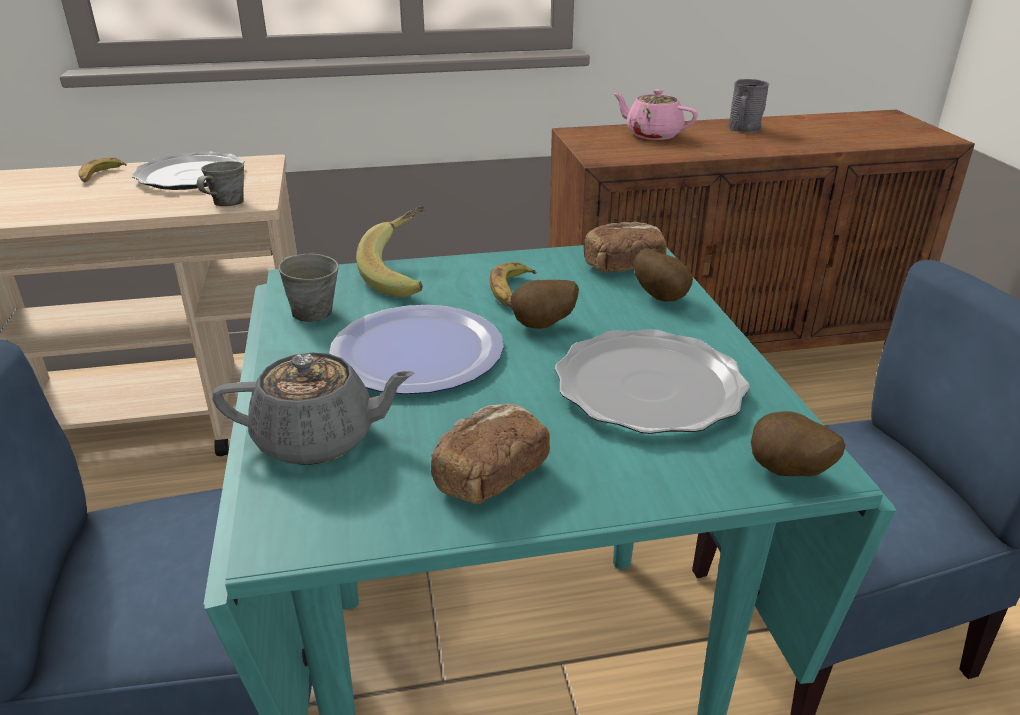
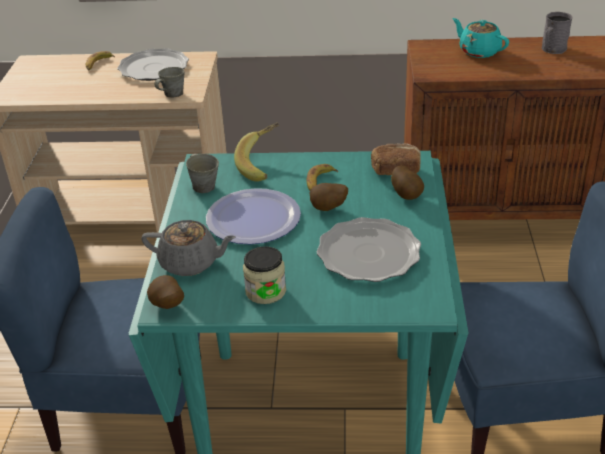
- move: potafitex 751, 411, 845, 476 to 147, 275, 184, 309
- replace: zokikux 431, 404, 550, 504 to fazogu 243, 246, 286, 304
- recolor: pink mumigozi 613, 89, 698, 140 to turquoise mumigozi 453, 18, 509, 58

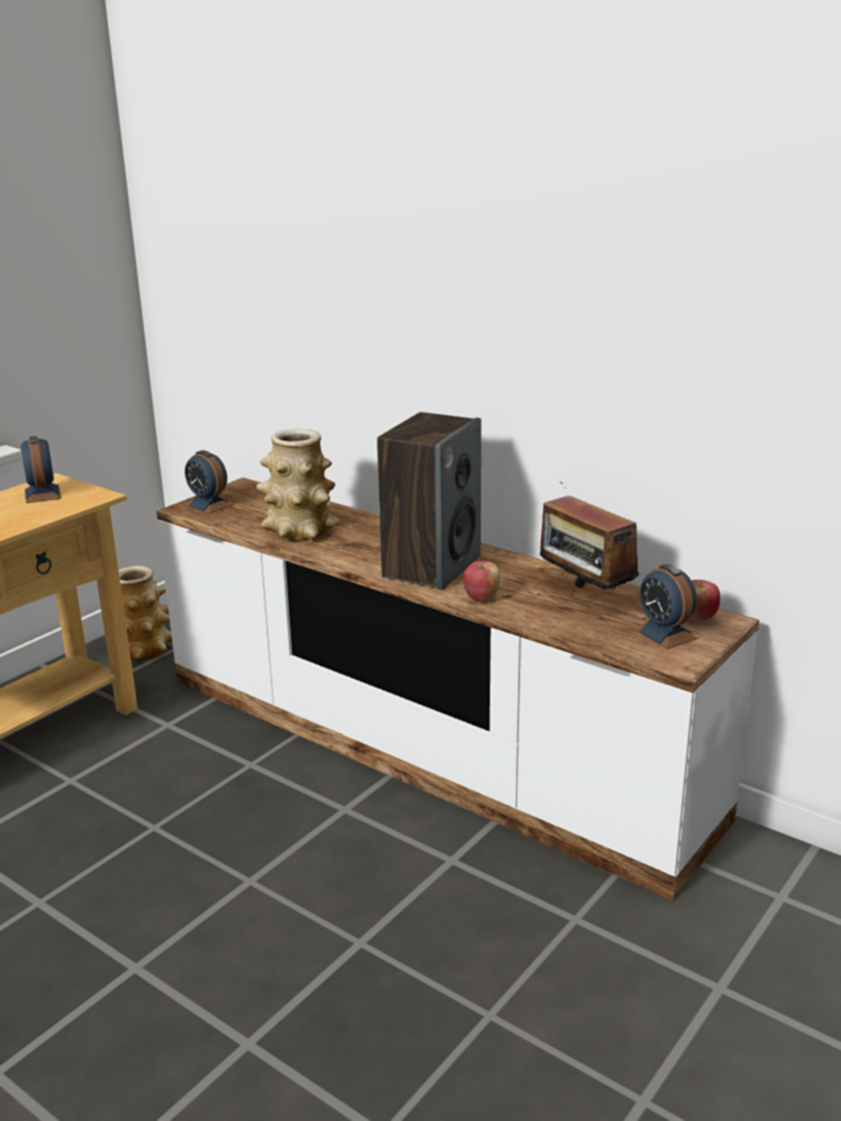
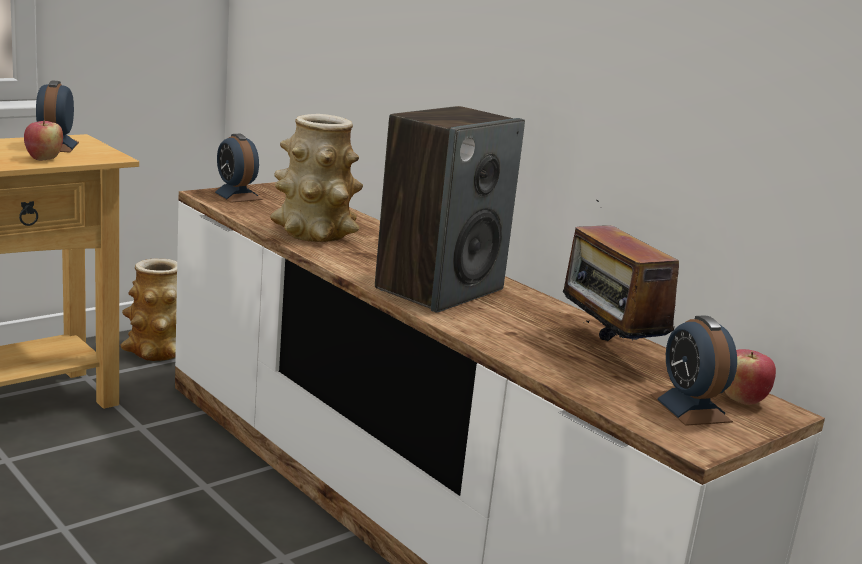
- move: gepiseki 463, 561, 500, 603 to 24, 121, 63, 161

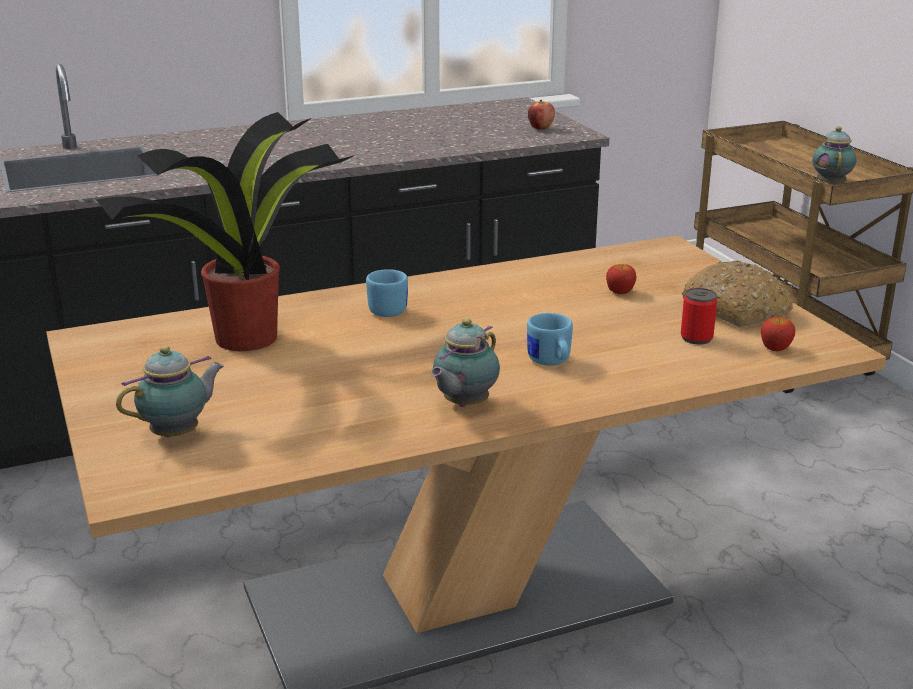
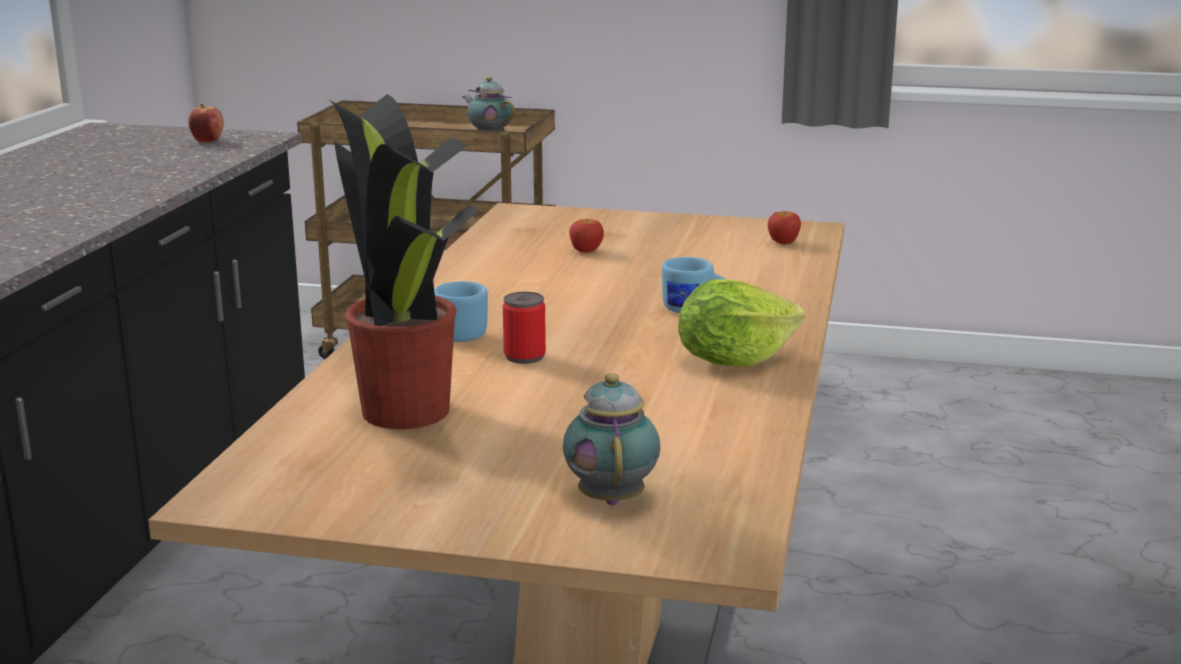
- move: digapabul 681, 288, 717, 344 to 503, 292, 546, 364
- replace: mumigozi 431, 318, 500, 407 to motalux 678, 279, 804, 367
- delete: zokikux 681, 260, 793, 327

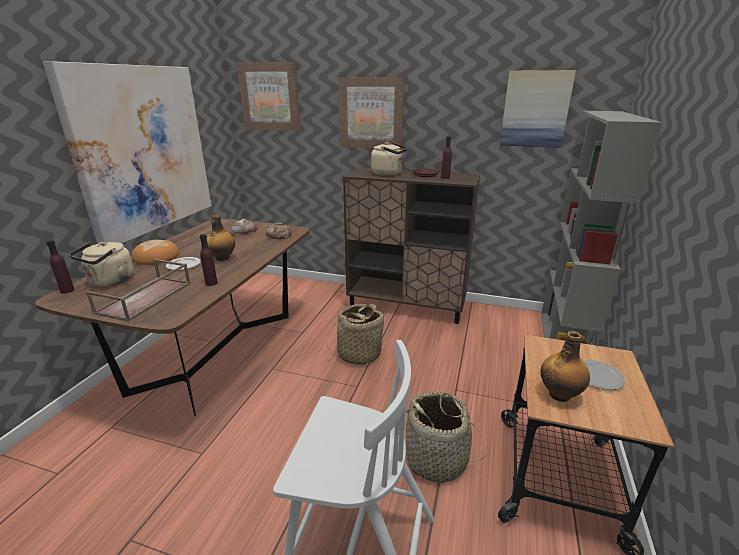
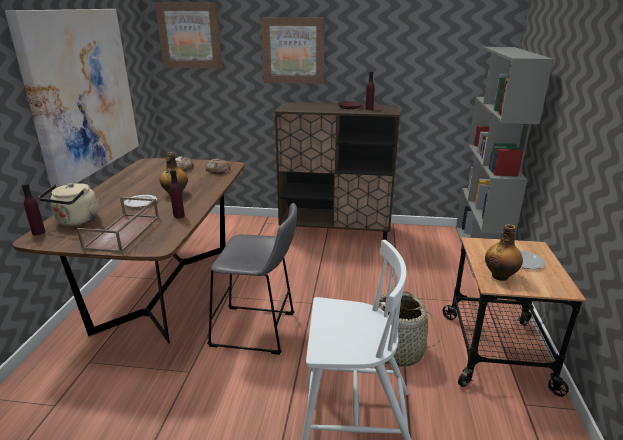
- insert: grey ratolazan 207, 203, 297, 355
- delete: zokikux 132, 240, 179, 265
- delete: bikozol 327, 304, 385, 365
- delete: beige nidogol 371, 142, 408, 176
- delete: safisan 500, 70, 576, 148

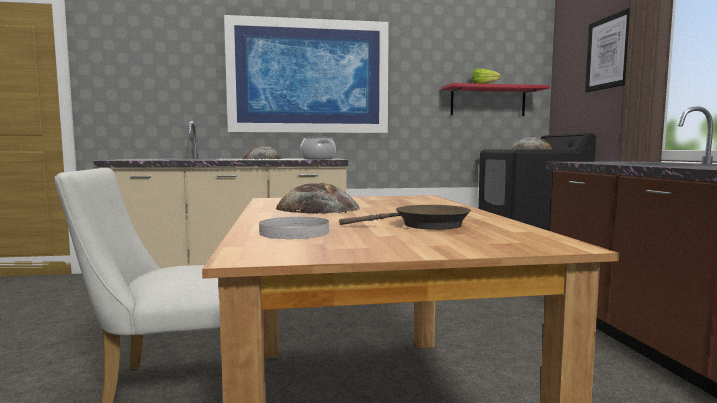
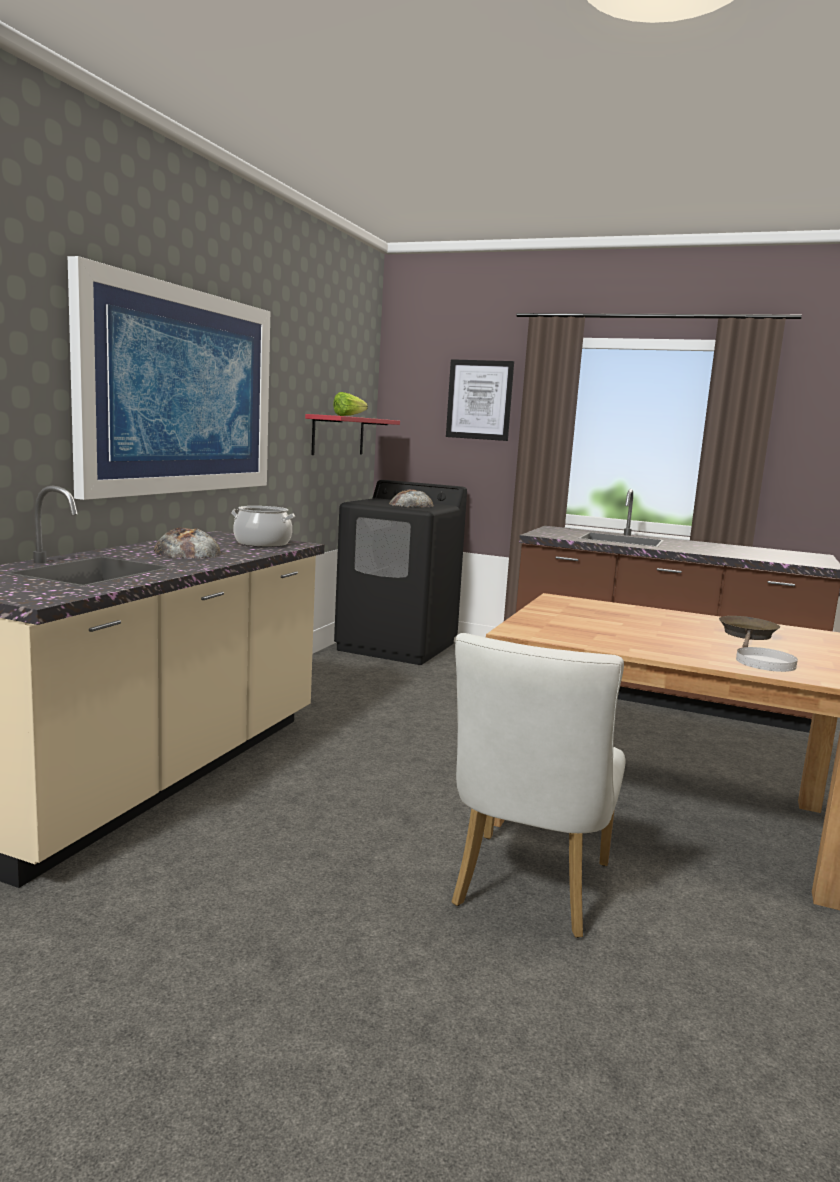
- delete: zokikux 276, 183, 360, 214

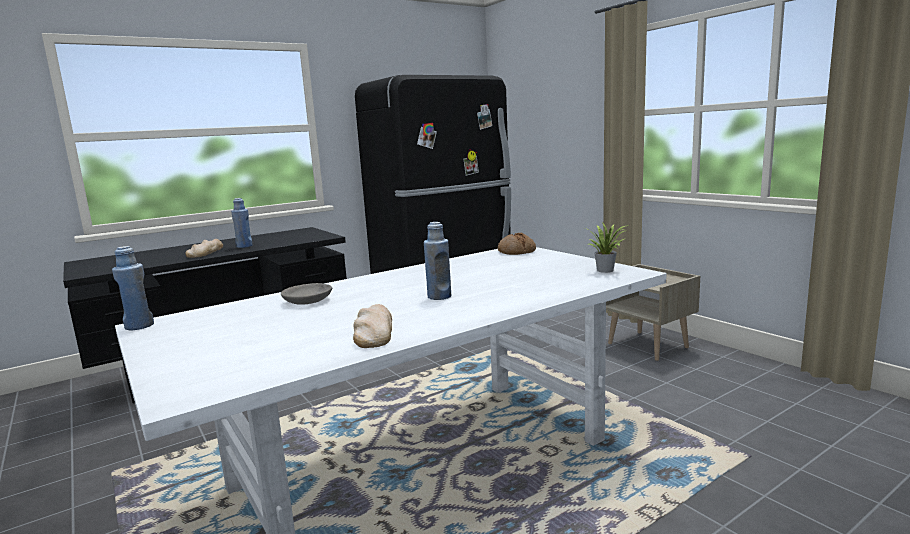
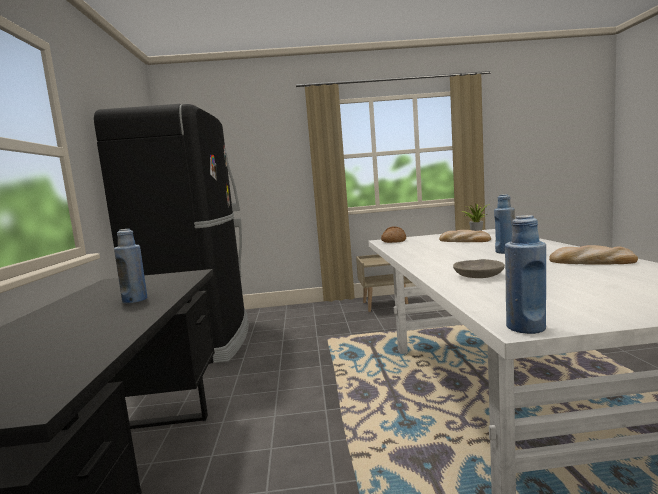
- move: zokikux 186, 239, 223, 258 to 439, 230, 491, 242

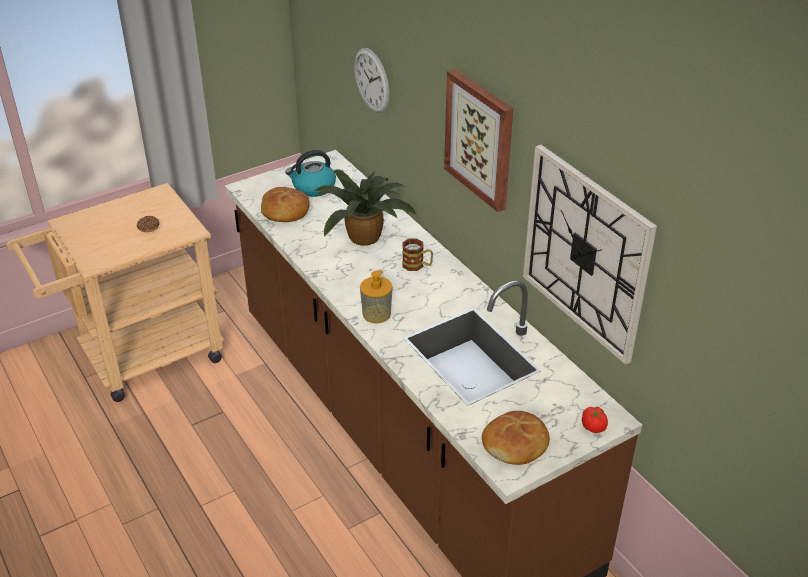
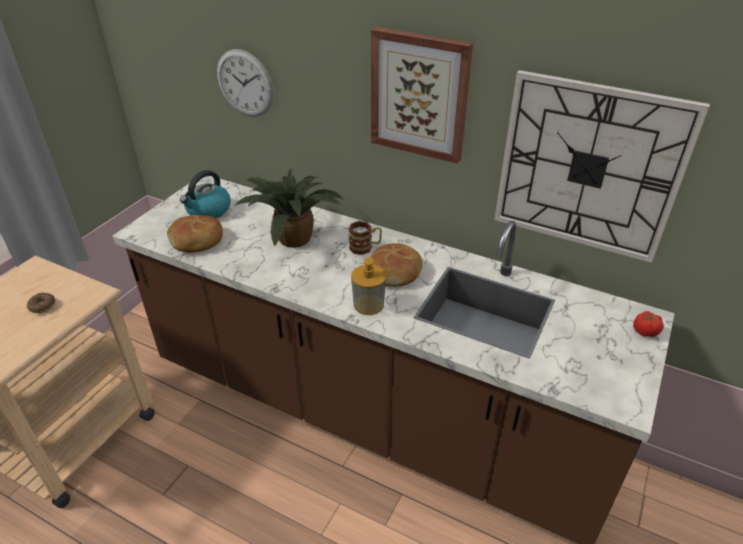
- move: zokikux 482, 411, 550, 465 to 371, 243, 423, 287

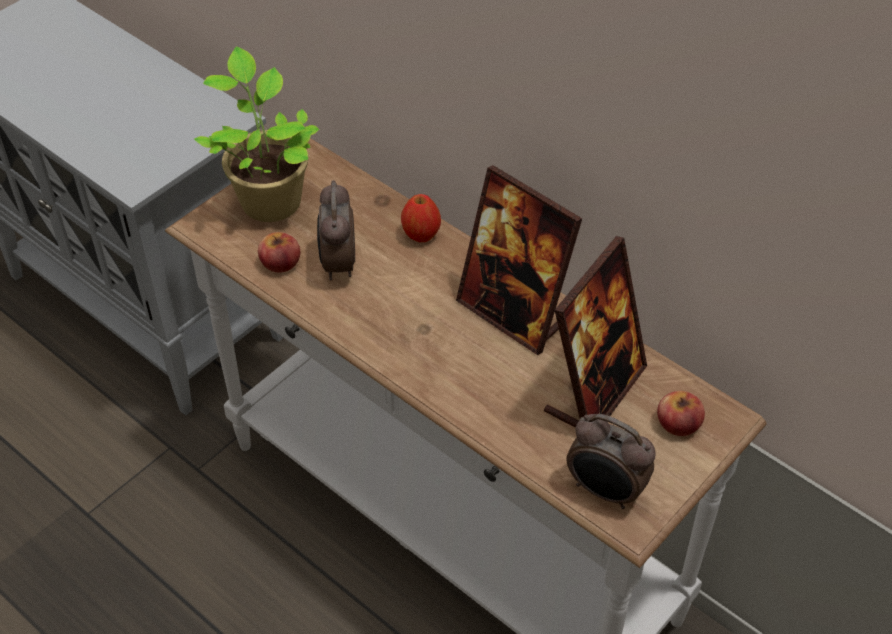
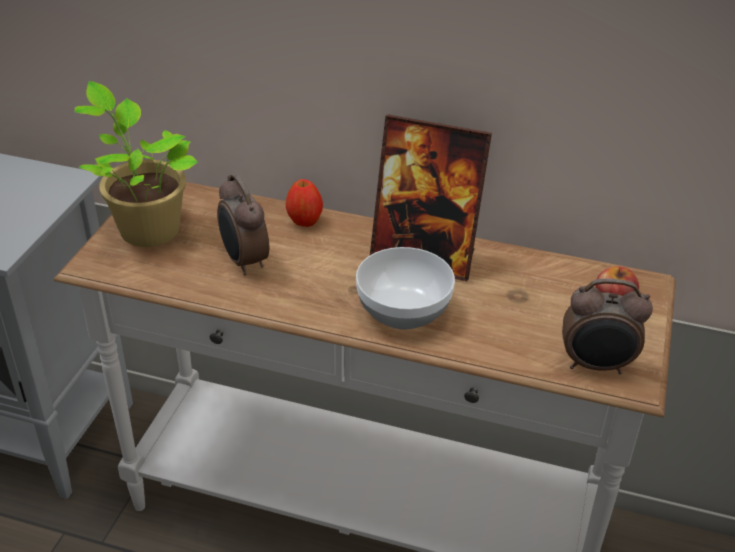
- insert: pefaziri 356, 247, 455, 330
- delete: gepiseki 258, 232, 300, 273
- delete: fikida 544, 236, 647, 428

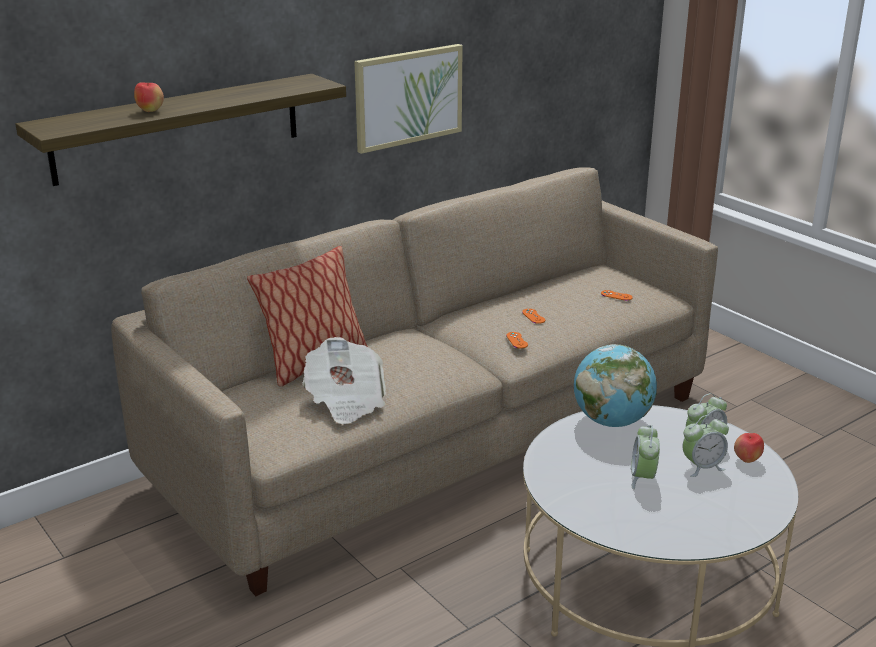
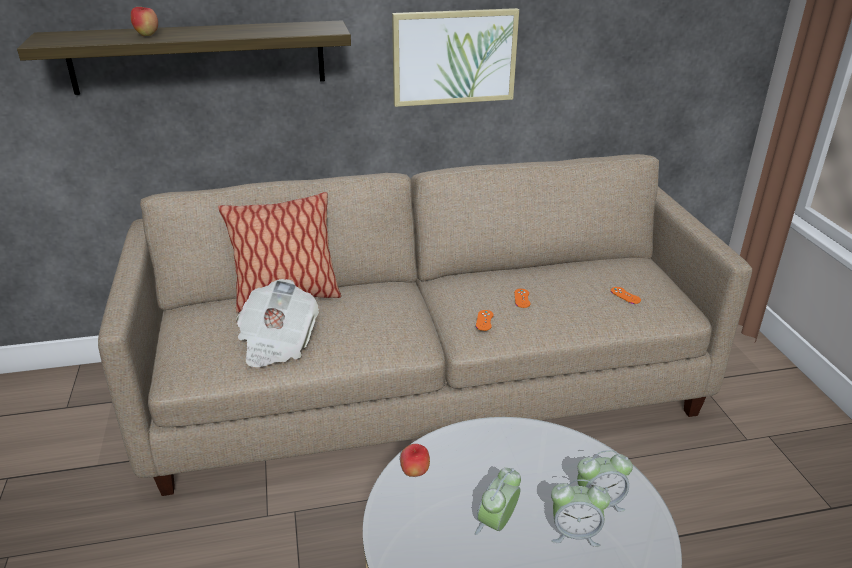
- move: gepiseki 734, 433, 764, 463 to 400, 444, 430, 477
- delete: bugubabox 574, 344, 657, 427

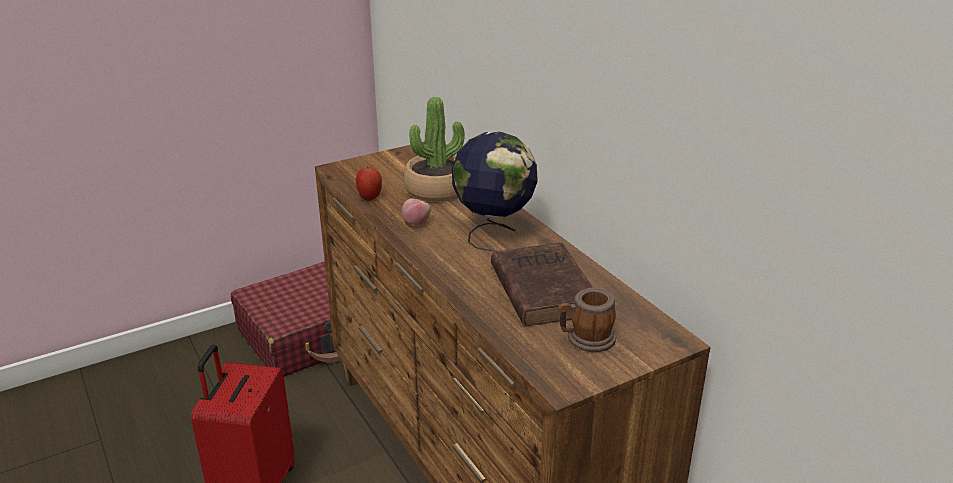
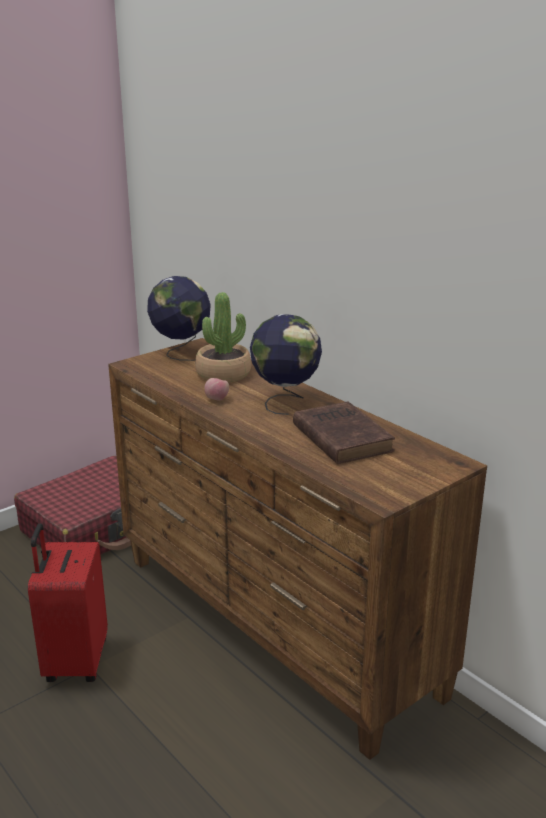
- insert: bugubabox 147, 276, 211, 361
- delete: gepiseki 356, 166, 382, 201
- delete: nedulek 558, 288, 616, 352

